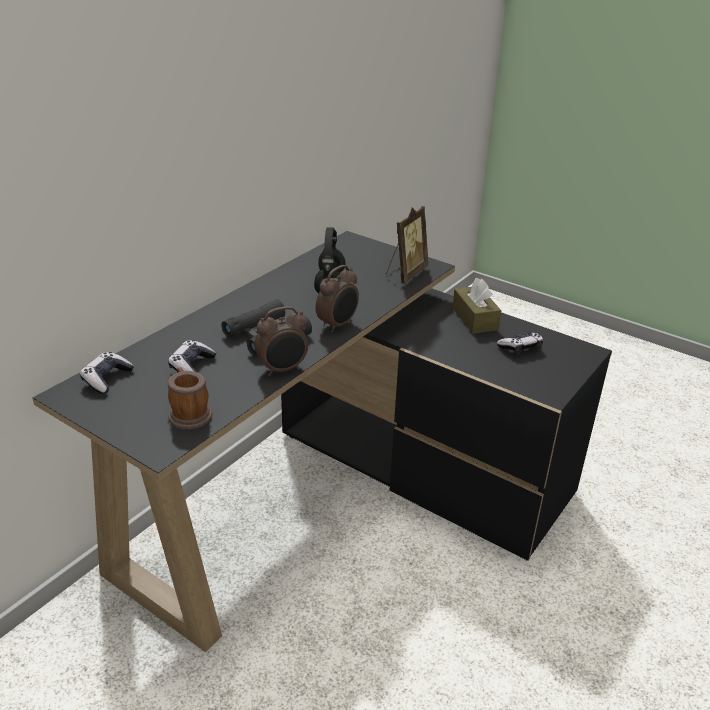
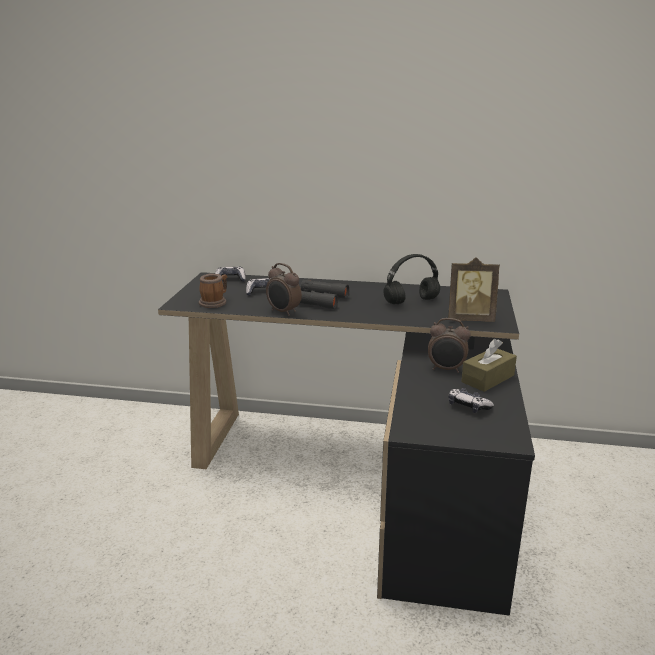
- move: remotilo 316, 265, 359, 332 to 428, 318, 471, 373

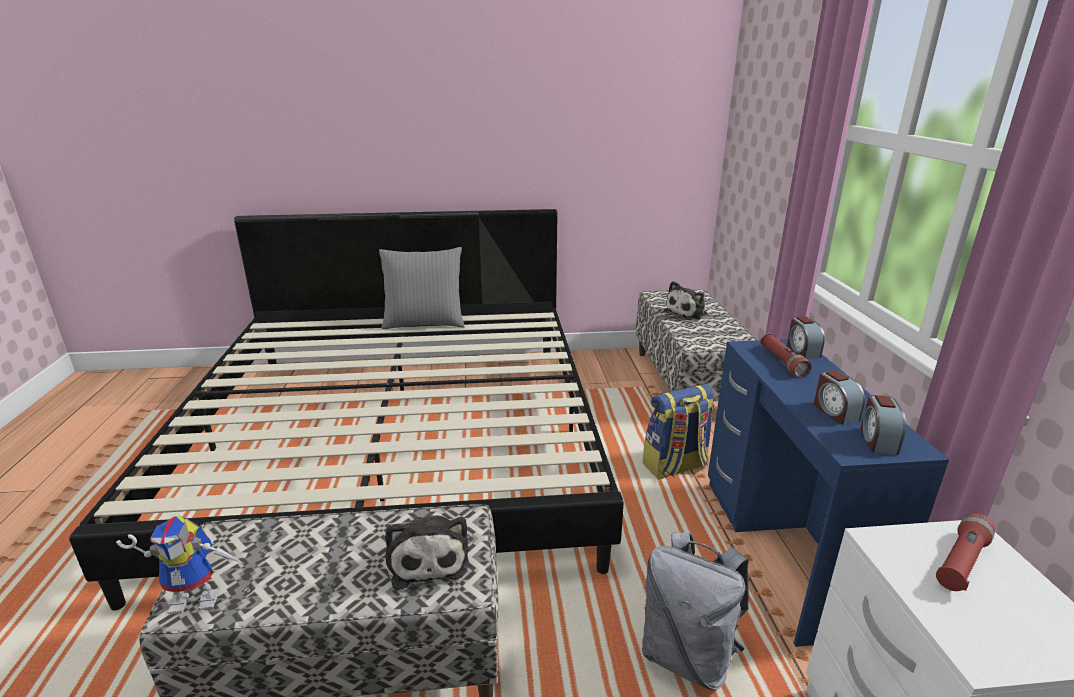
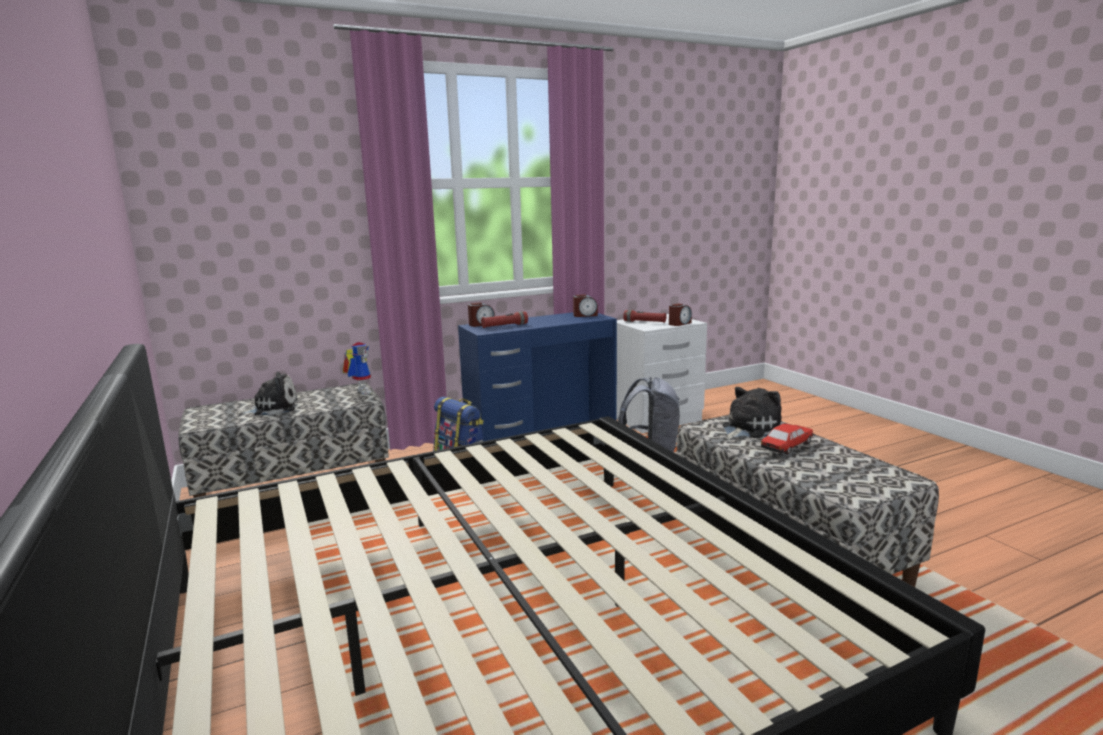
- rotate: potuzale 664, 281, 708, 320 = 236, 372, 298, 415 45 degrees counterclockwise
- move: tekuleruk 116, 515, 245, 614 to 343, 342, 372, 395
- move: remotilo 814, 370, 865, 425 to 669, 303, 692, 326
- insert: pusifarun 761, 423, 814, 455
- delete: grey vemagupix 379, 247, 465, 330

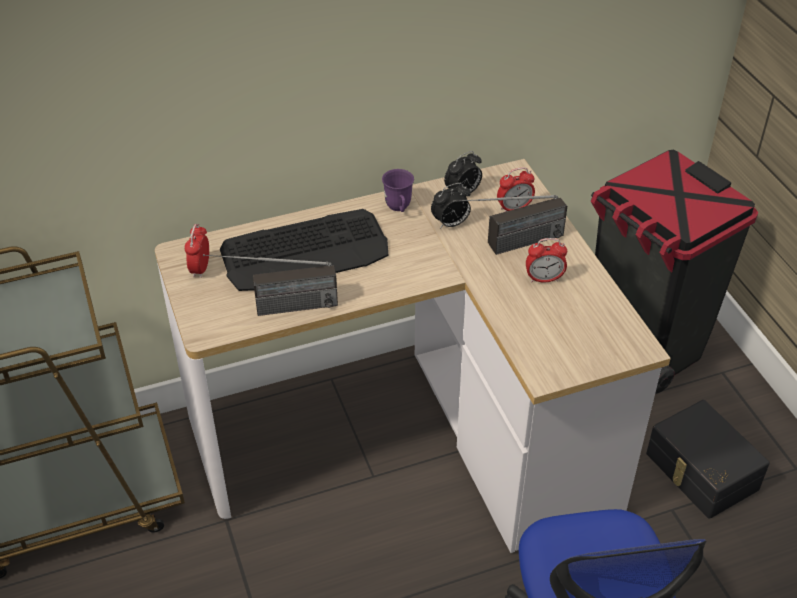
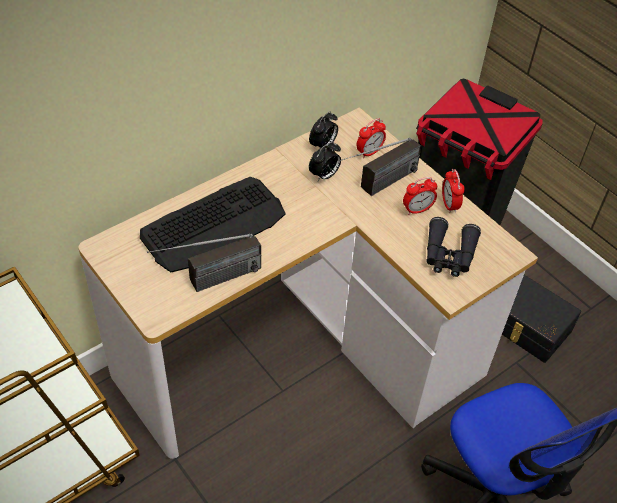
- insert: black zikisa 426, 217, 481, 277
- move: remotilo 184, 224, 209, 278 to 442, 169, 465, 213
- delete: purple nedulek 382, 169, 414, 212

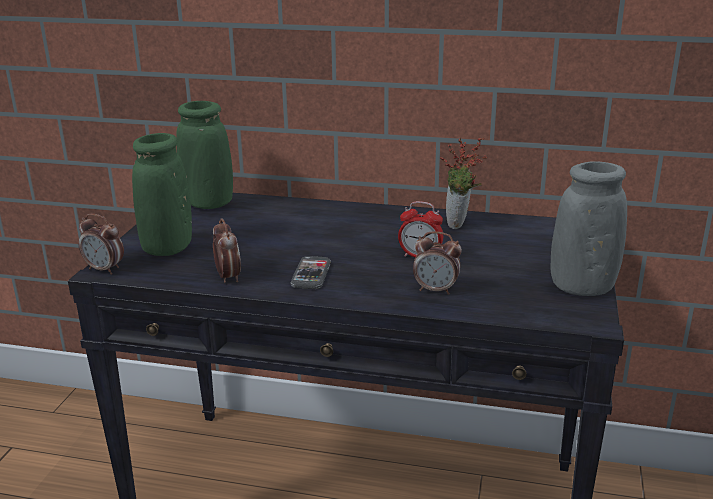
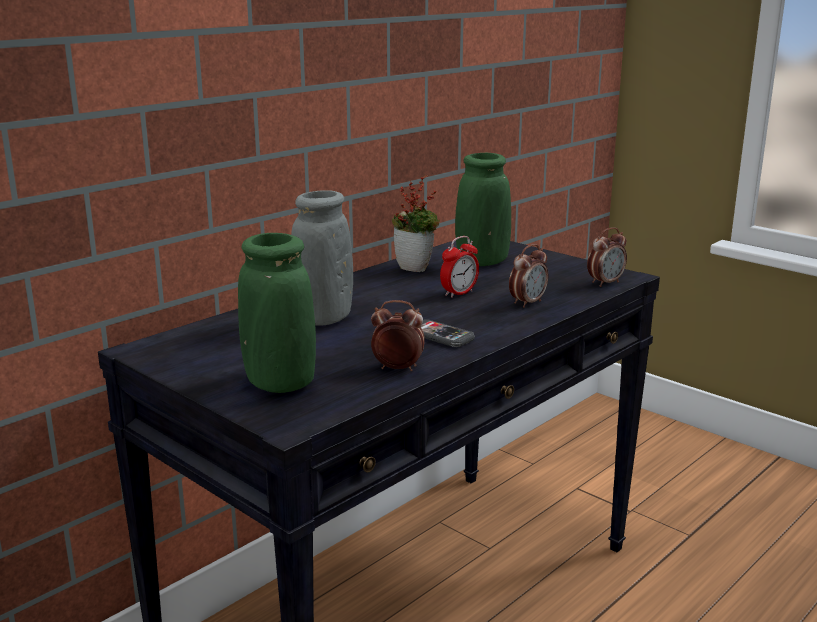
- move: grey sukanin 551, 161, 627, 296 to 291, 190, 353, 326
- move: green sukanin 176, 101, 233, 209 to 455, 153, 511, 266
- move: remotilo 79, 214, 124, 275 to 587, 227, 627, 287

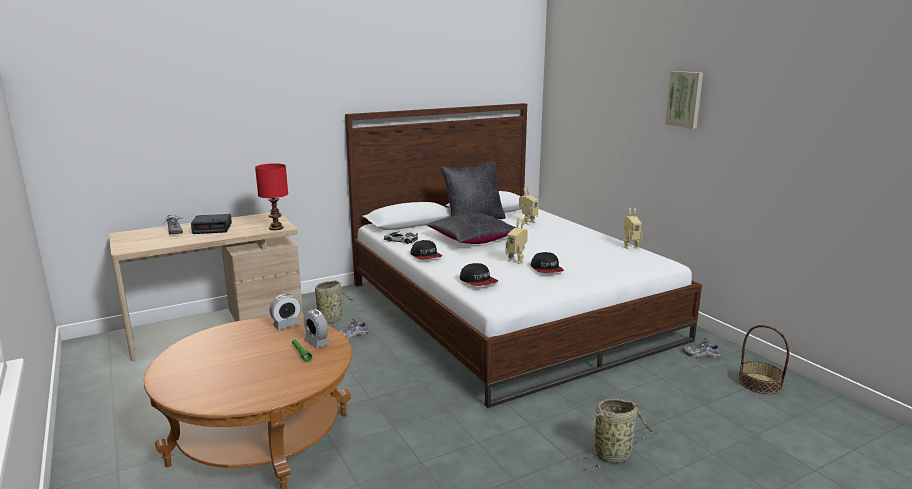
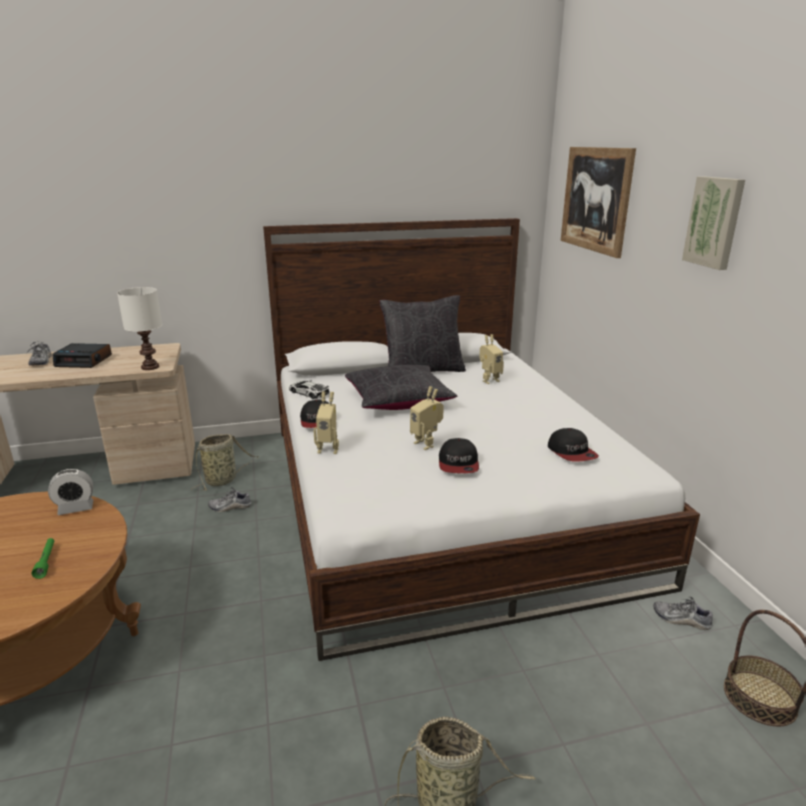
- recolor: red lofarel 255, 163, 288, 230 to white lofarel 117, 287, 162, 370
- move: tekuleruk 624, 207, 643, 249 to 313, 392, 339, 454
- move: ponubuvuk 460, 263, 498, 286 to 548, 428, 599, 462
- insert: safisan 561, 147, 636, 258
- delete: remotilo 304, 309, 330, 348

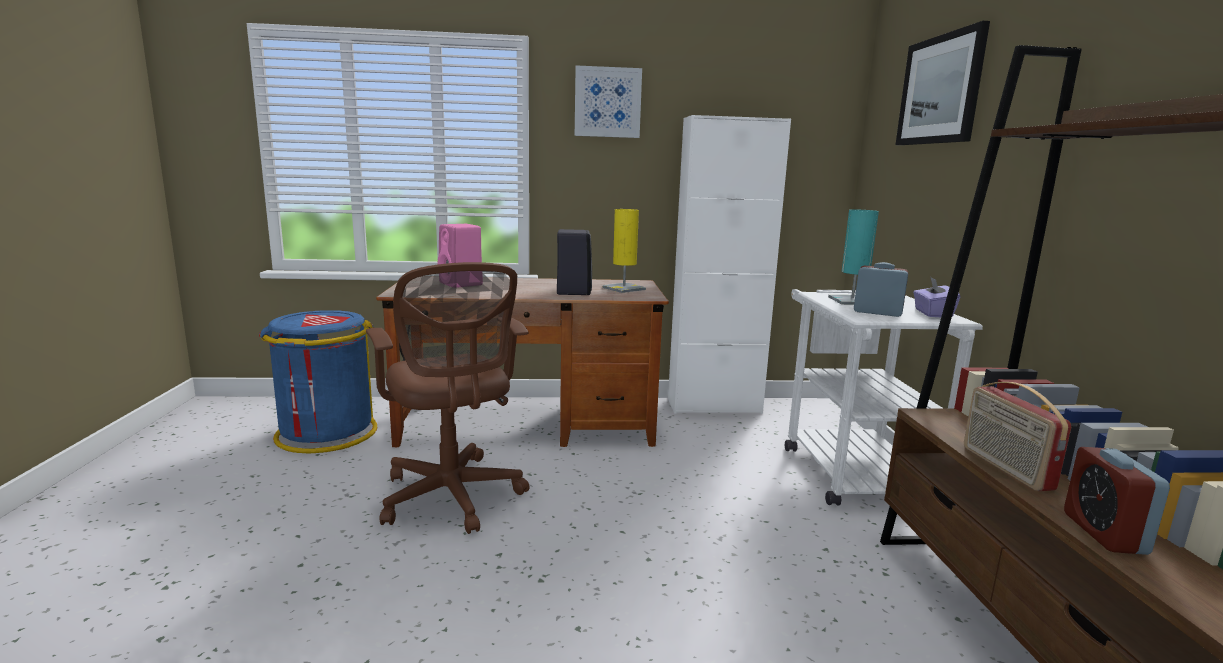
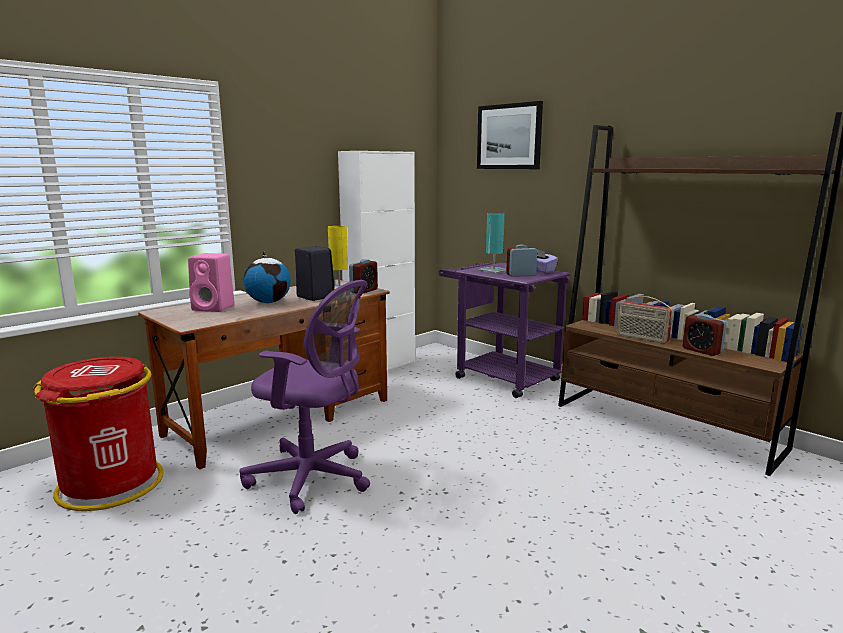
- recolor: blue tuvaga 259, 310, 377, 453 to red tuvaga 33, 357, 164, 511
- recolor: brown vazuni 366, 262, 530, 534 to purple vazuni 239, 280, 370, 514
- insert: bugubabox 244, 251, 291, 303
- insert: remotilo 349, 259, 378, 294
- recolor: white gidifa 785, 289, 983, 505 to purple gidifa 439, 262, 571, 398
- delete: safisan 575, 65, 642, 138

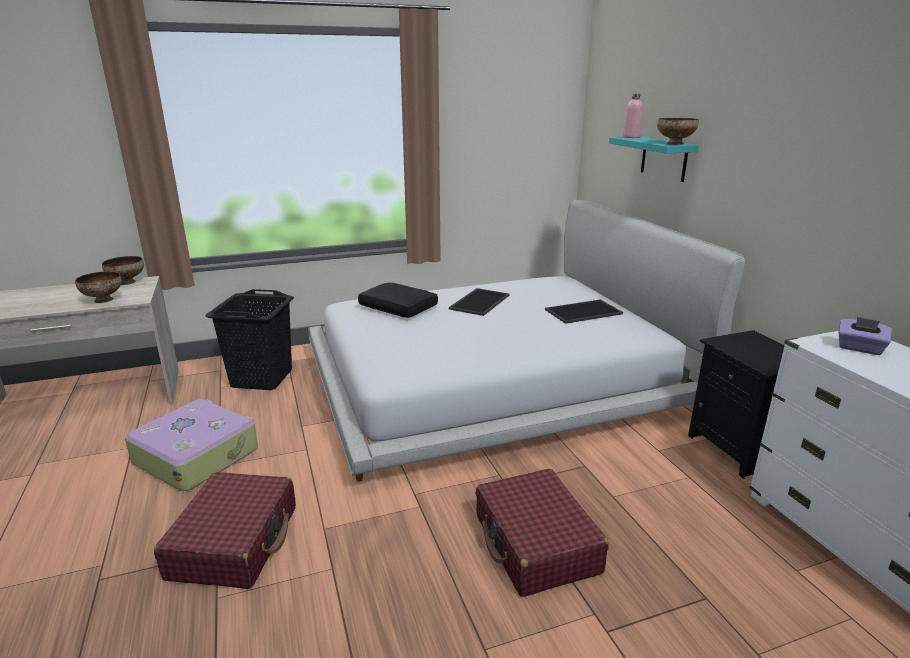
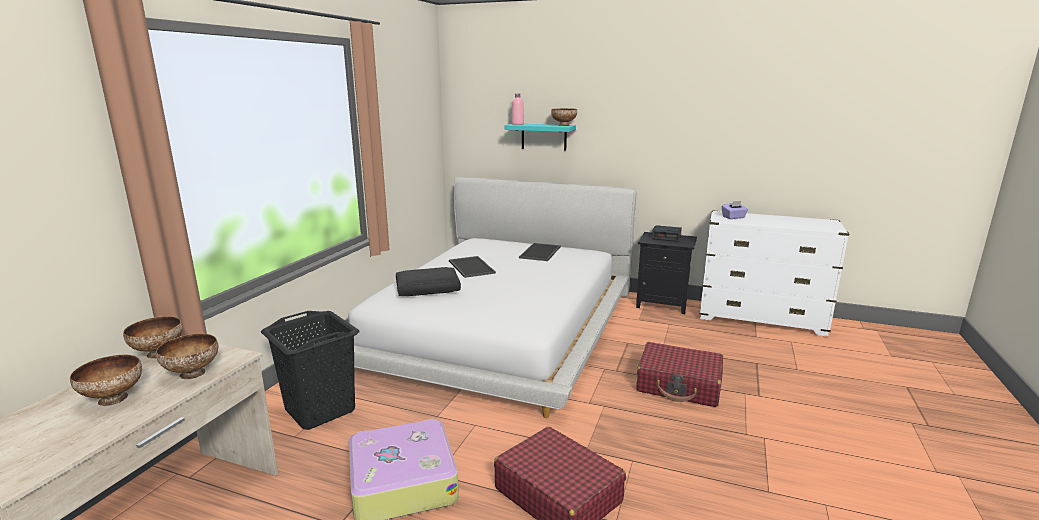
- insert: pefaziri 70, 354, 142, 406
- insert: remotilo 652, 225, 682, 242

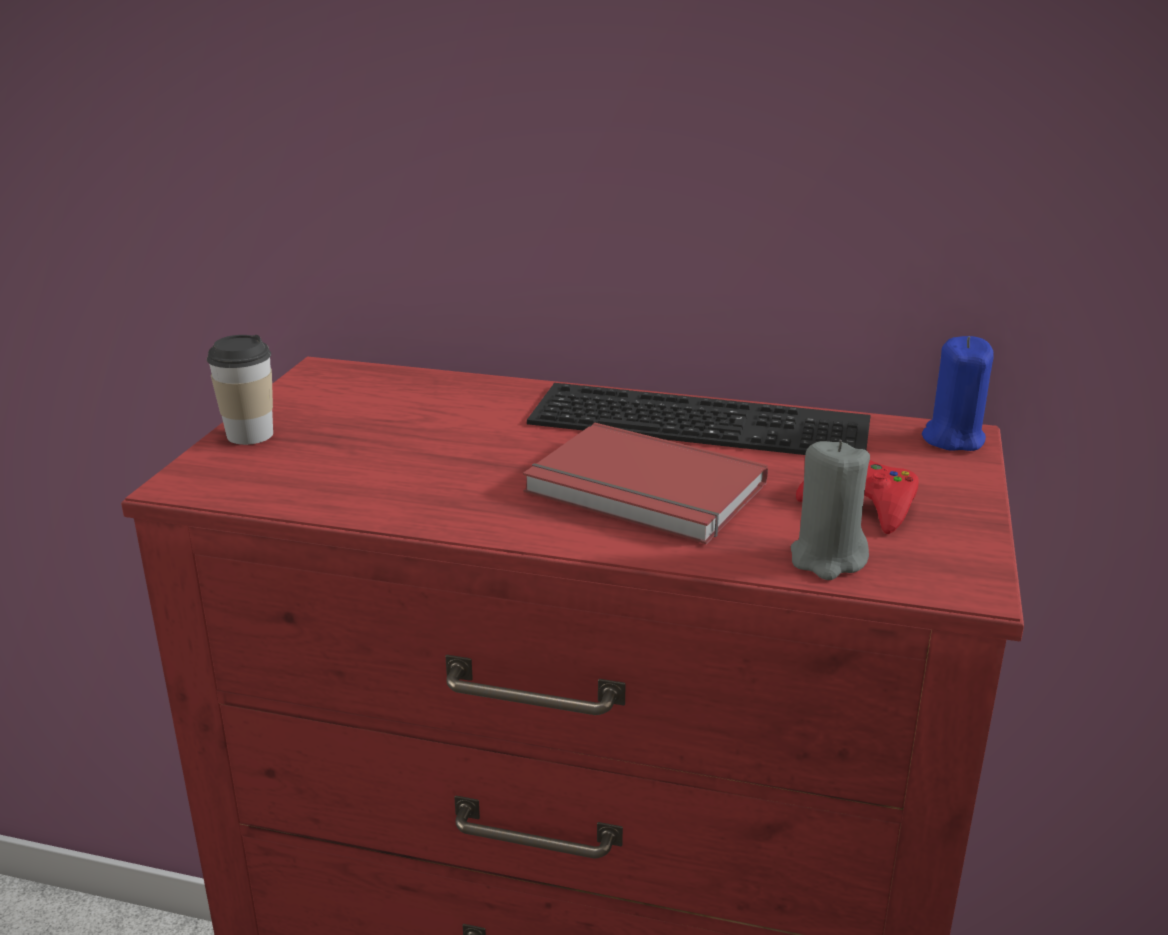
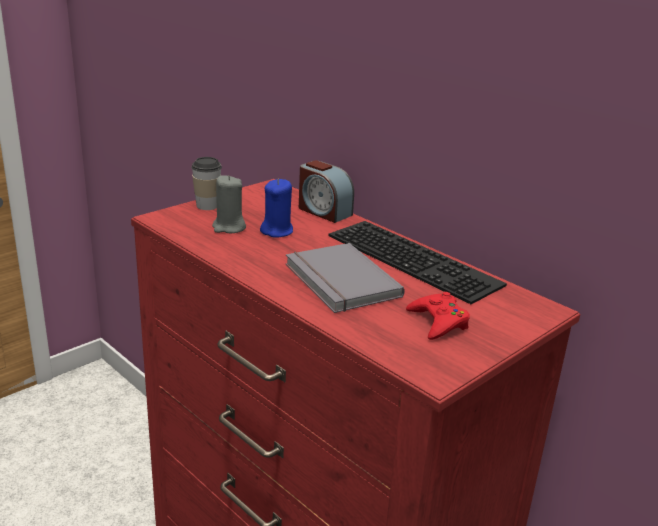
- move: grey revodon 791, 439, 870, 580 to 212, 175, 246, 233
- move: blue revodon 922, 336, 994, 451 to 260, 179, 293, 238
- recolor: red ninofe 523, 423, 768, 544 to grey ninofe 286, 243, 405, 313
- insert: remotilo 299, 160, 354, 223

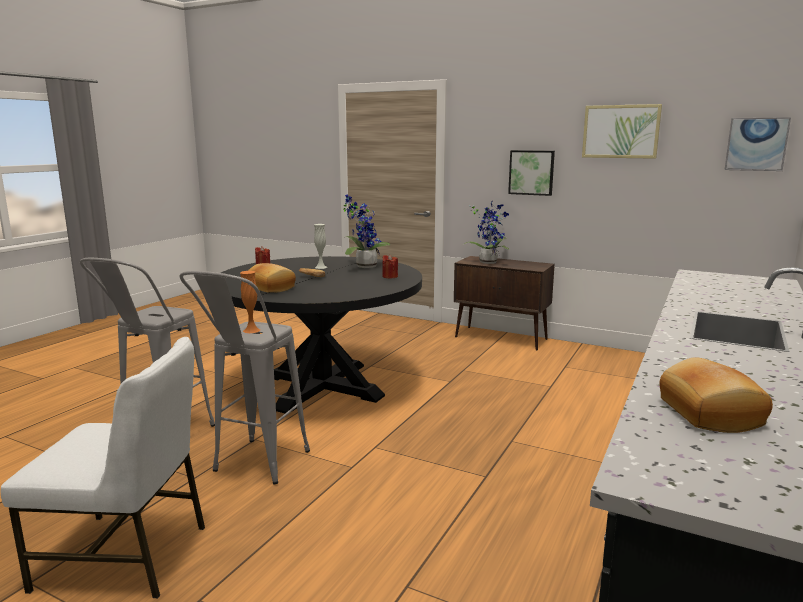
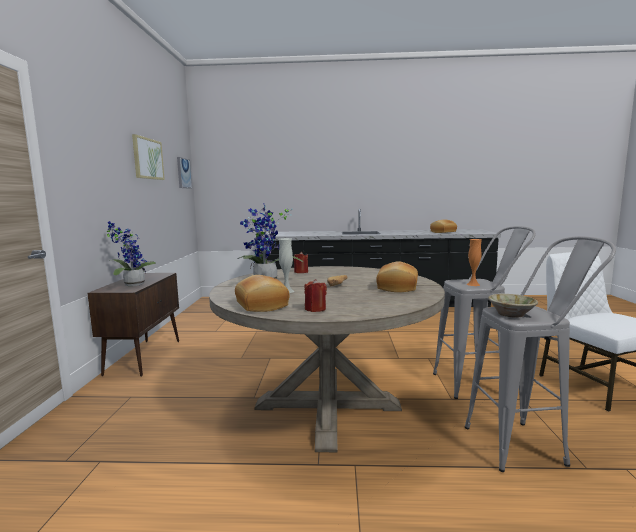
- recolor: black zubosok 221, 256, 422, 413 to beige zubosok 209, 266, 445, 452
- insert: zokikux 235, 275, 290, 312
- insert: beige pefaziri 488, 294, 538, 318
- delete: safisan 508, 150, 555, 196

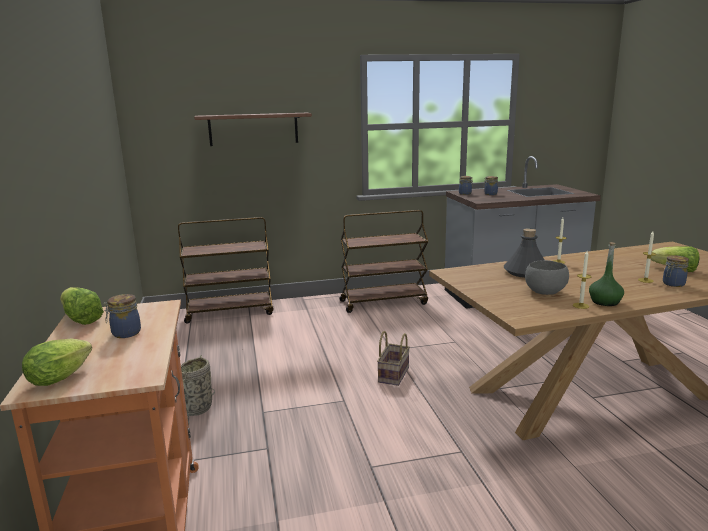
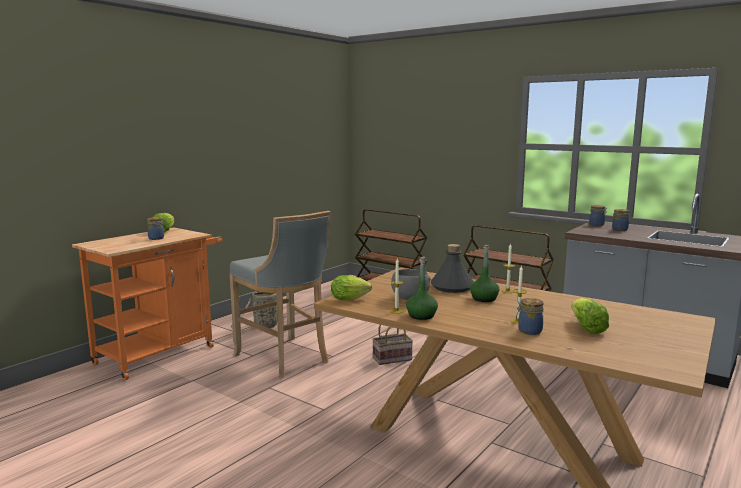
- insert: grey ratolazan 229, 211, 331, 378
- move: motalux 22, 338, 92, 386 to 331, 275, 372, 300
- insert: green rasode 470, 245, 499, 302
- delete: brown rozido 194, 113, 312, 146

